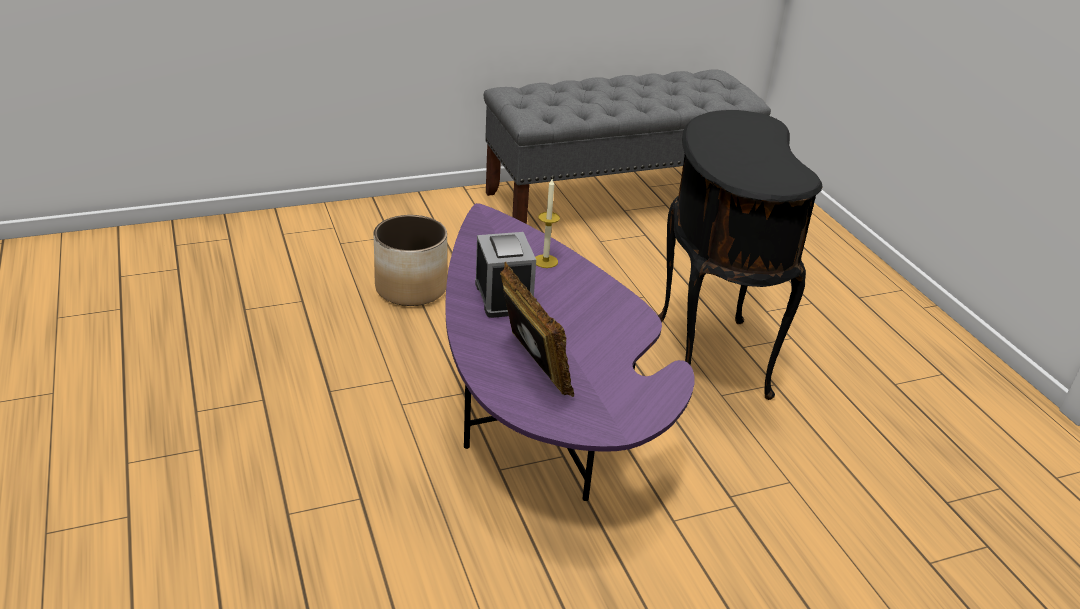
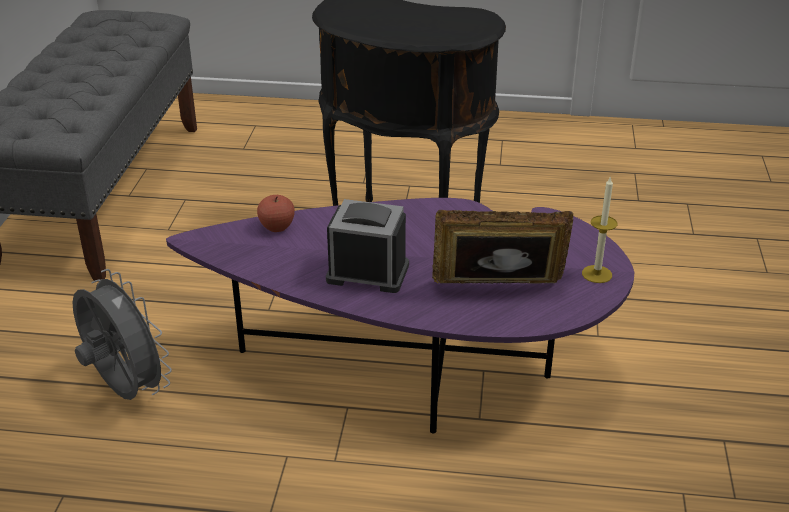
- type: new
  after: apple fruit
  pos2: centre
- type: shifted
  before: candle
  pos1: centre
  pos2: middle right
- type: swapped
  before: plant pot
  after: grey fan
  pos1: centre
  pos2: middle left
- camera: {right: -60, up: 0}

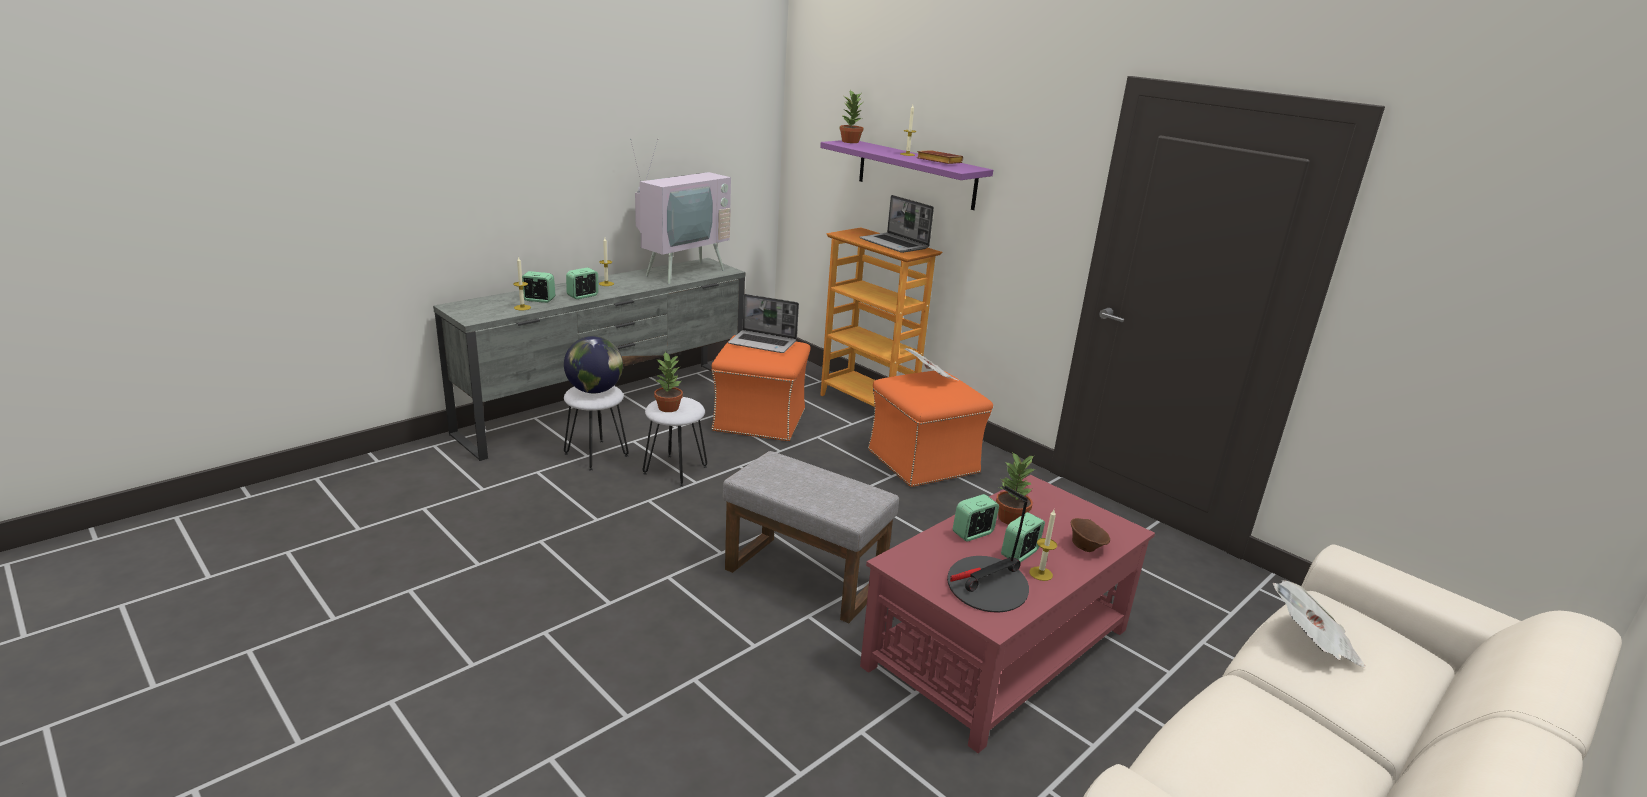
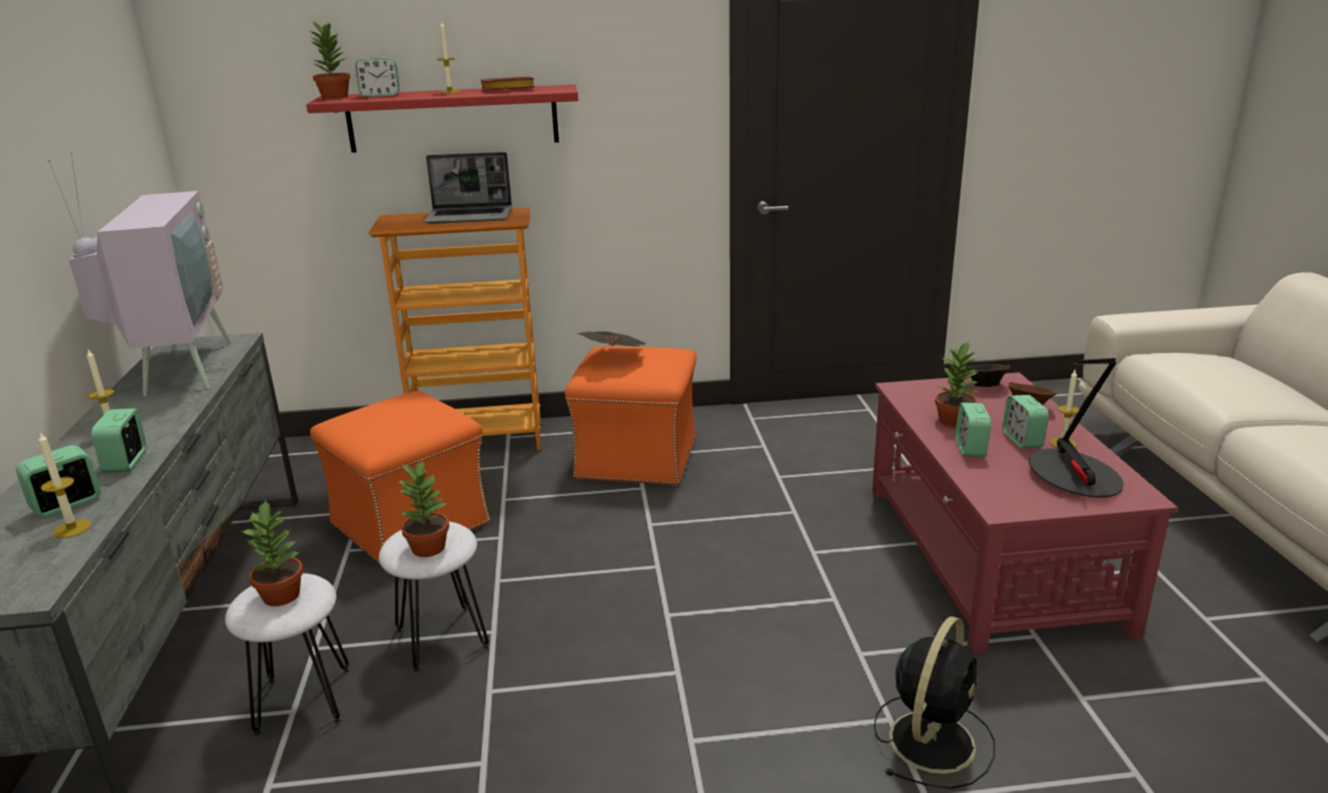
- type: gone
  before: grey footrest
  pos1: bottom centre
- type: gone
  before: notebook computer (no. 1 from left)
  pos1: centre
- type: gone
  before: printed paper (no. 2 from left)
  pos1: bottom right
- type: new
  after: alarm clock (no. 3 from left)
  pos2: top left
- type: new
  after: black-coloured fan
  pos2: bottom right
- type: new
  after: brown deep dish (no. 1 from left)
  pos2: middle right
- type: swapped
  before: globe
  after: potted plant (no. 1 from left)
  pos1: centre
  pos2: bottom left
- type: repainted
  before: purple-coloured shelf
  after: red shelf
  pos1: top centre
  pos2: top left
- camera: {right: -50, up: 0}

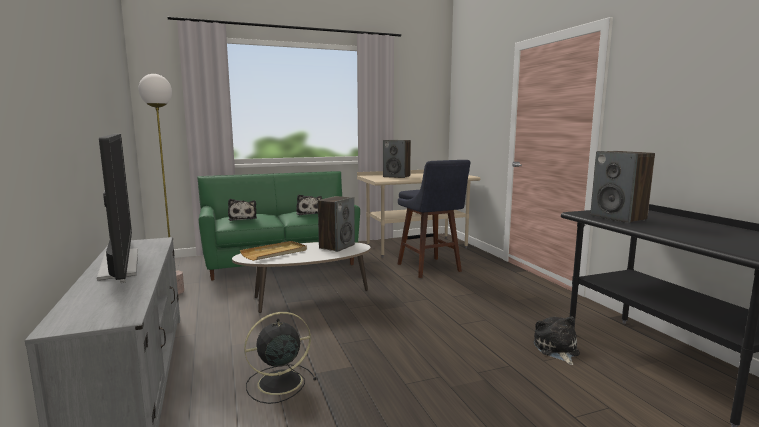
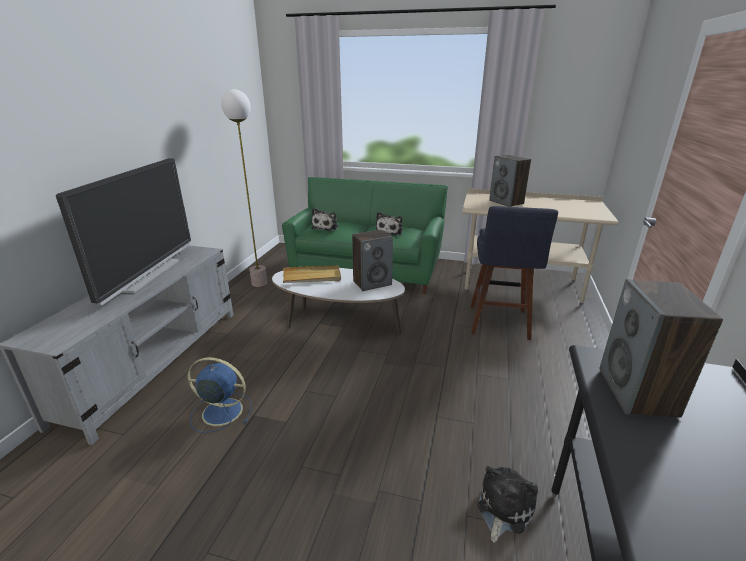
- type: repainted
  before: black-coloured fan
  after: blue fan
  pos1: bottom centre
  pos2: bottom left
- camera: {right: 35, up: 15}

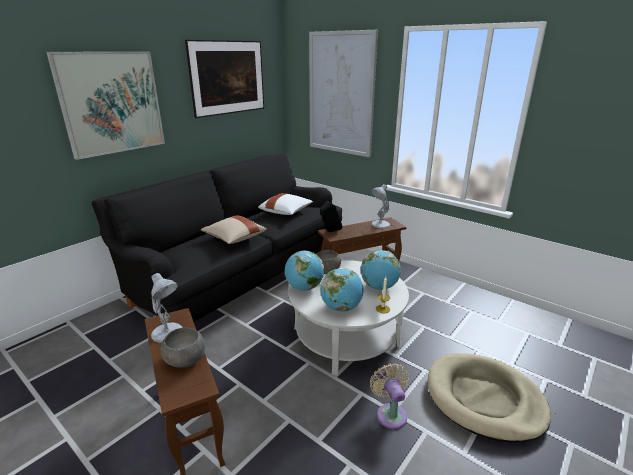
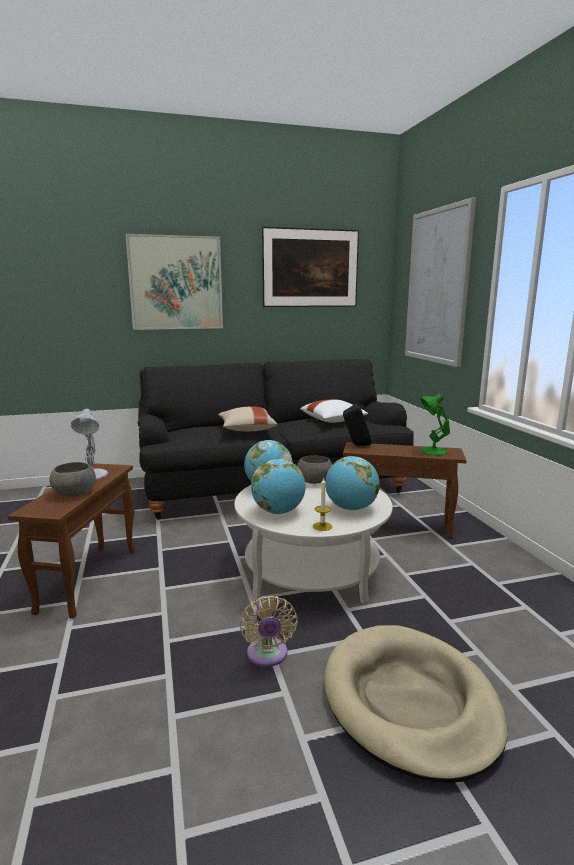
- type: repainted
  before: white table lamp (no. 2 from left)
  after: green table lamp
  pos1: centre
  pos2: middle right
- type: rotated
  before: sand-coloured fan
  pos1: bottom centre
  pos2: bottom centre
  turn: 150
- camera: {right: 35, up: -10}

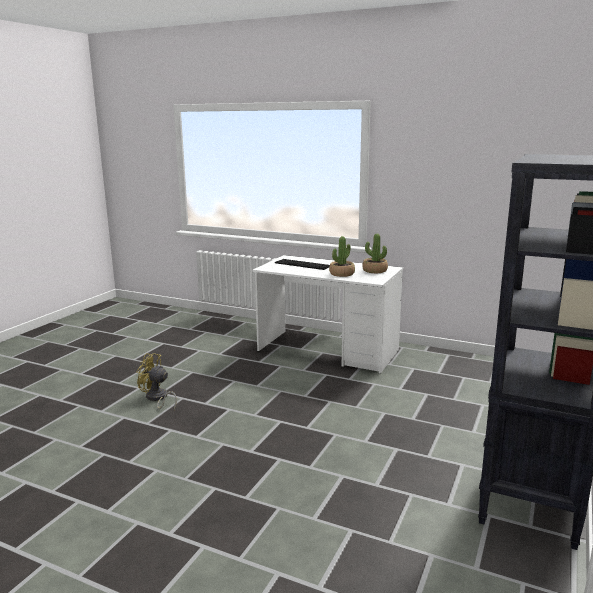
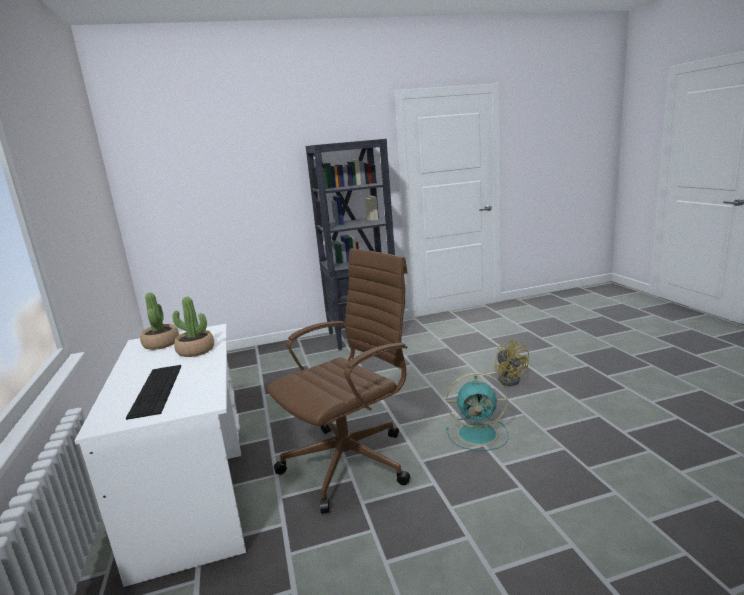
- type: new
  after: brown office chair
  pos2: centre
- type: new
  after: blue-green fan
  pos2: bottom centre
- type: shifted
  before: yellow-coloured fan
  pos1: middle left
  pos2: middle right
- camera: {right: -130, up: 0}

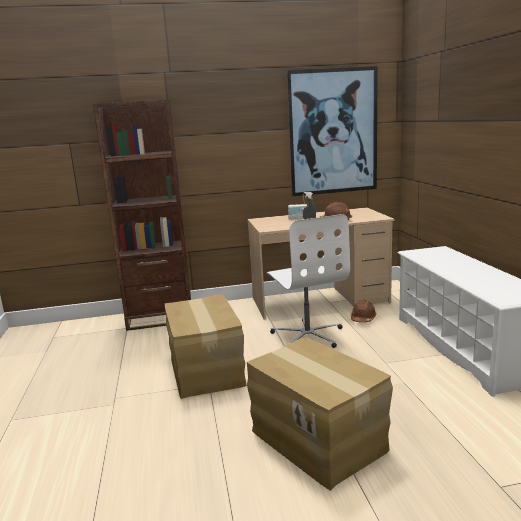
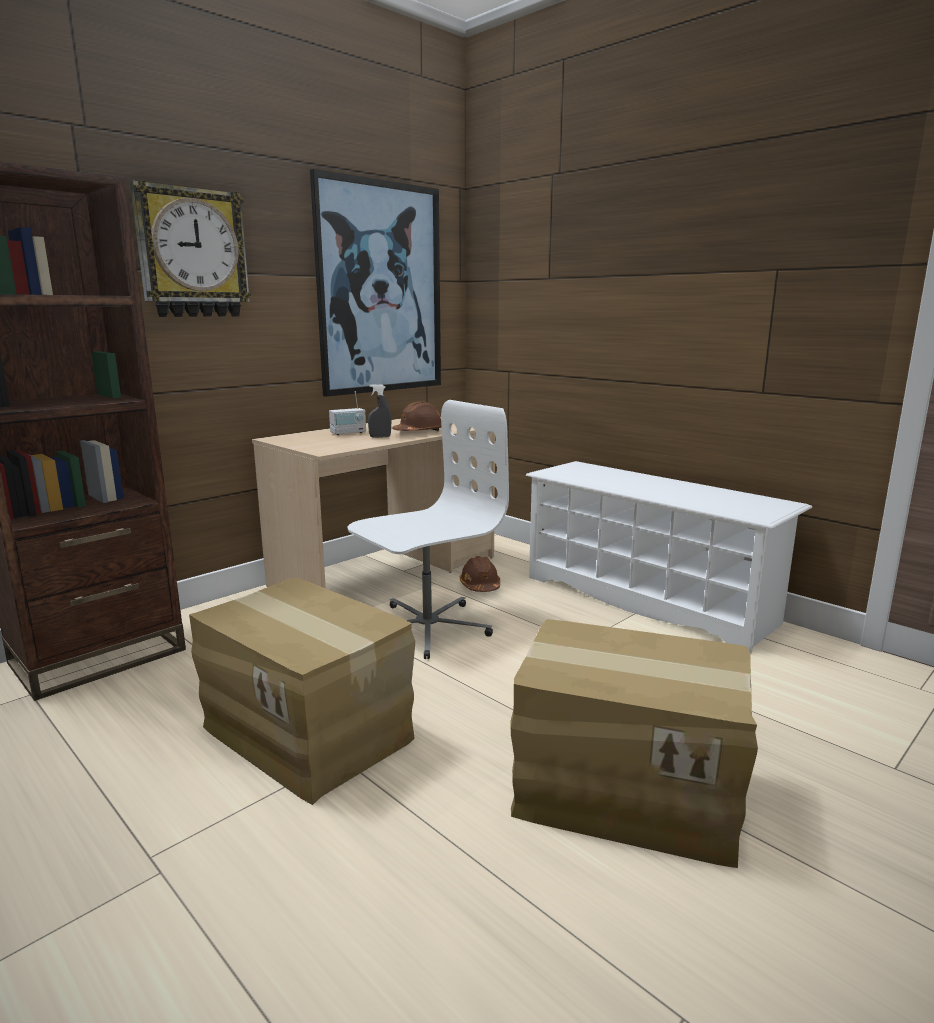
- type: new
  after: clock on the wall
  pos2: top left
- type: rotated
  before: white office chair
  pos1: centre
  pos2: centre
  turn: -75
- camera: {right: -35, up: 0}

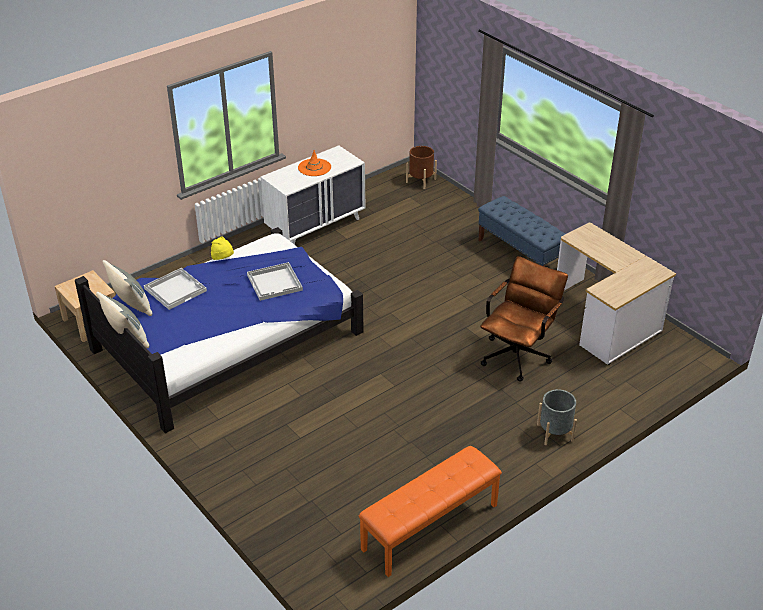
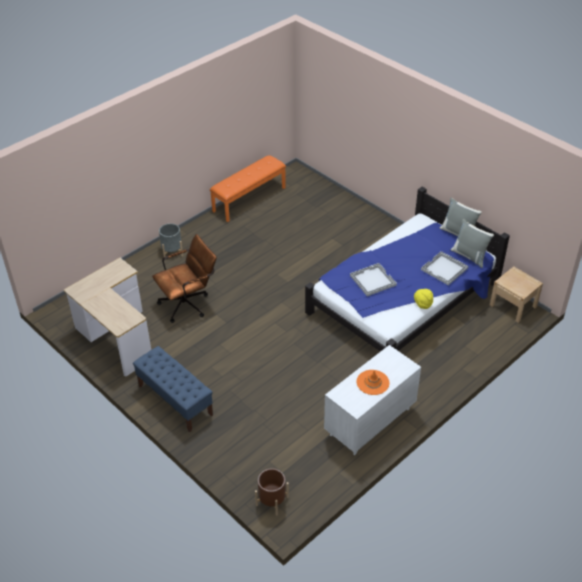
- type: rotated
  before: brown office chair
  pos1: middle right
  pos2: middle left
  turn: -150
- camera: {right: 175, up: 5}

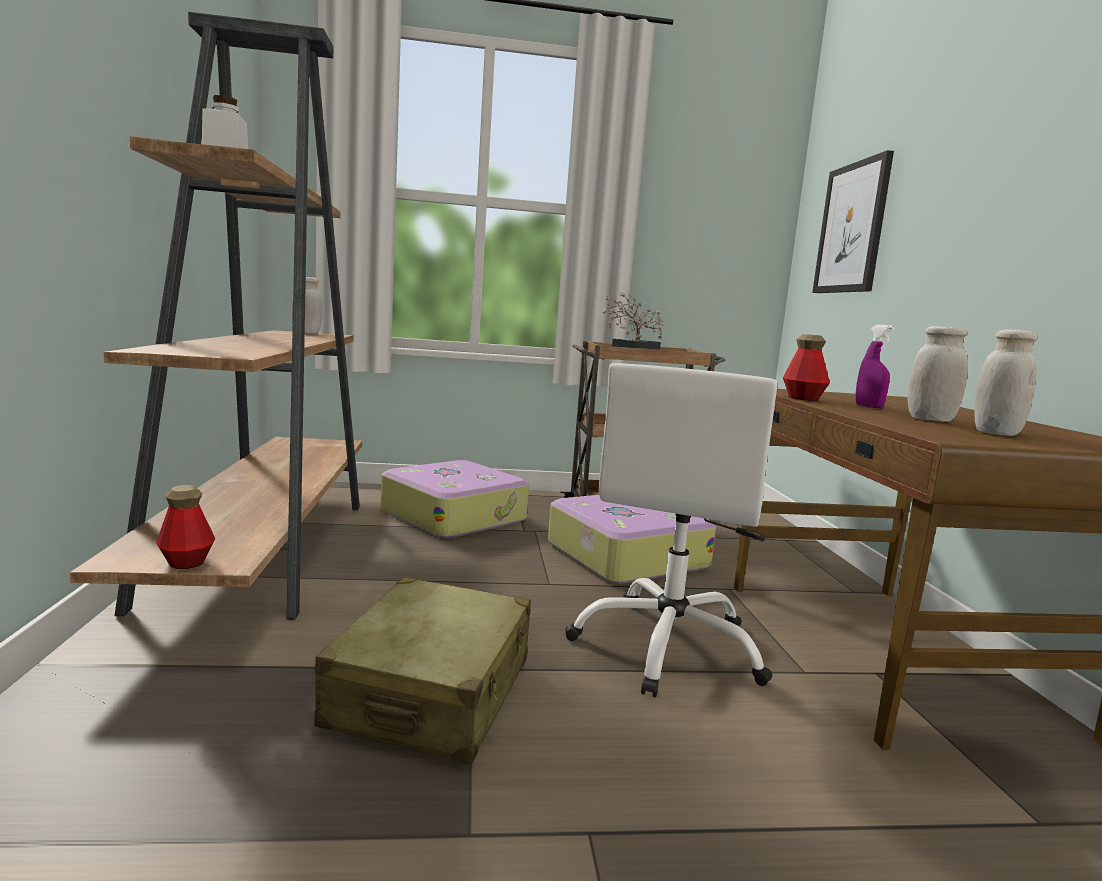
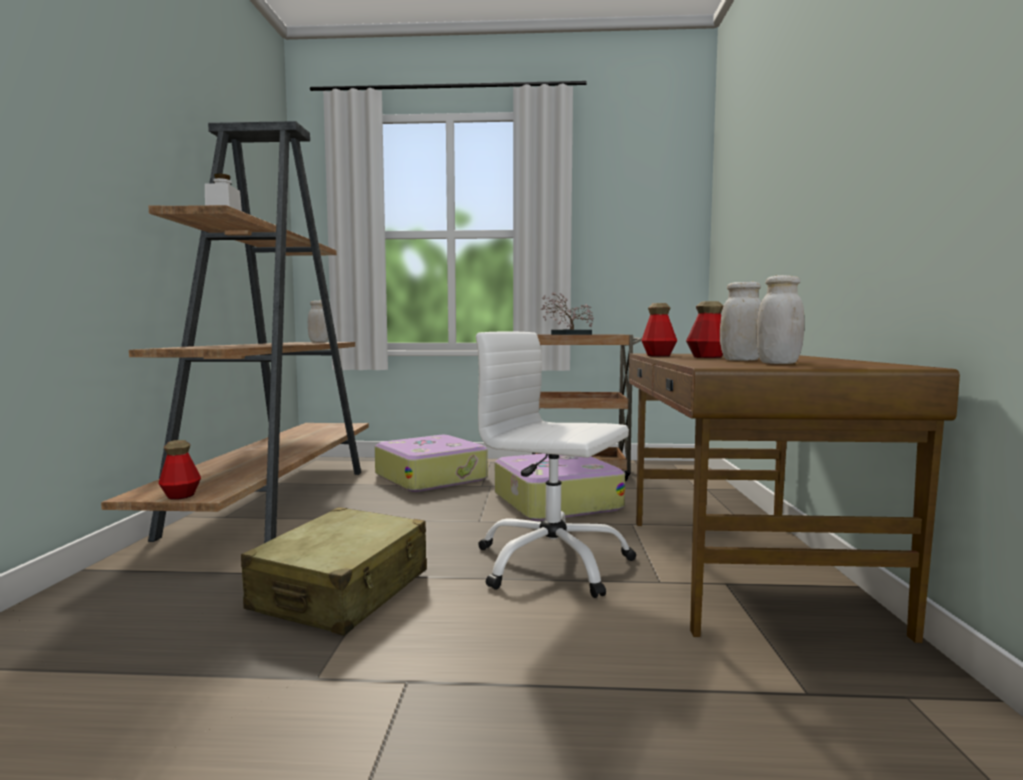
- type: gone
  before: picture
  pos1: top right
- type: swapped
  before: purple-coloured hand sprayer
  after: drink bottle (no. 3 from left)
  pos1: middle right
  pos2: middle right
- type: rotated
  before: white office chair
  pos1: centre
  pos2: centre
  turn: 90
- camera: {right: 10, up: -5}

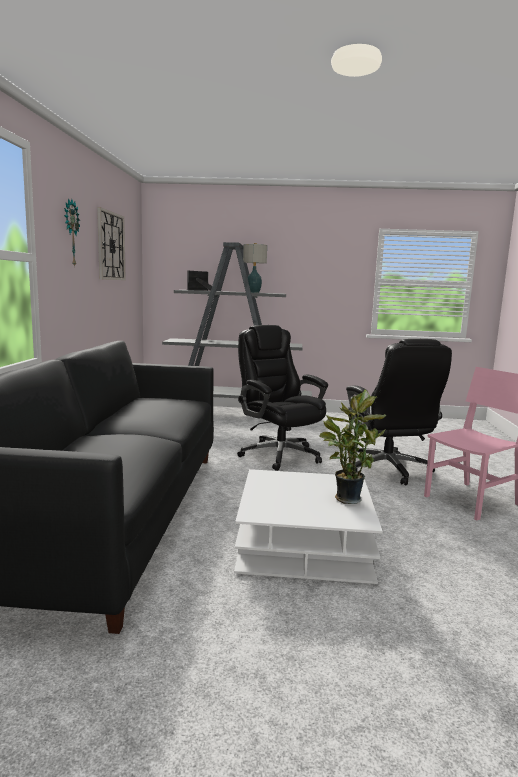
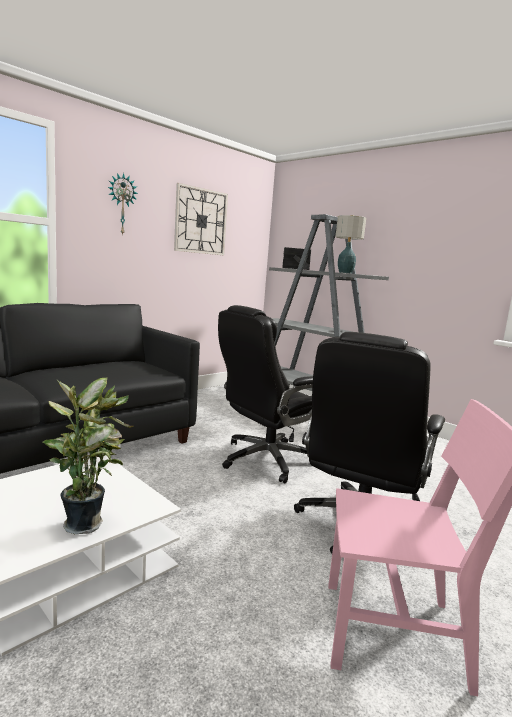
- type: rotated
  before: black-coloured office chair (no. 1 from left)
  pos1: centre
  pos2: centre
  turn: -135
- camera: {right: 40, up: 0}

